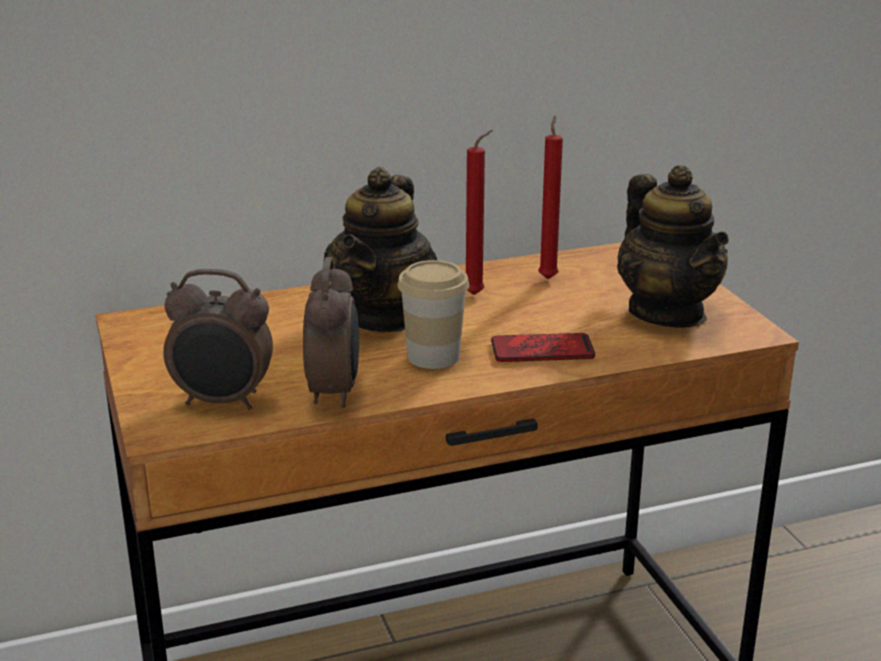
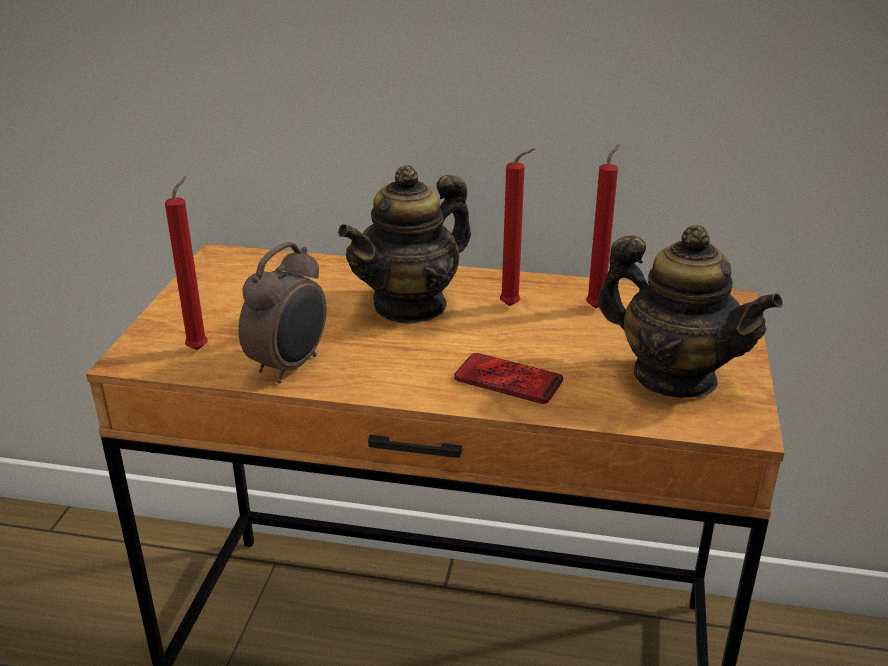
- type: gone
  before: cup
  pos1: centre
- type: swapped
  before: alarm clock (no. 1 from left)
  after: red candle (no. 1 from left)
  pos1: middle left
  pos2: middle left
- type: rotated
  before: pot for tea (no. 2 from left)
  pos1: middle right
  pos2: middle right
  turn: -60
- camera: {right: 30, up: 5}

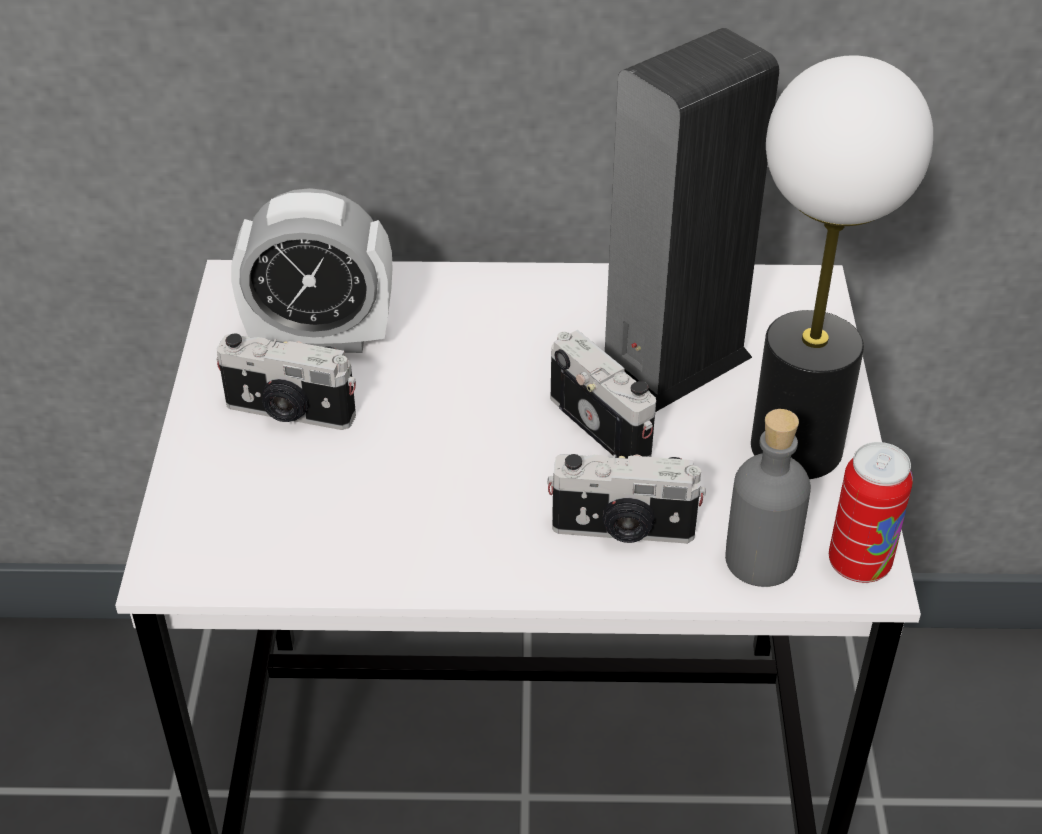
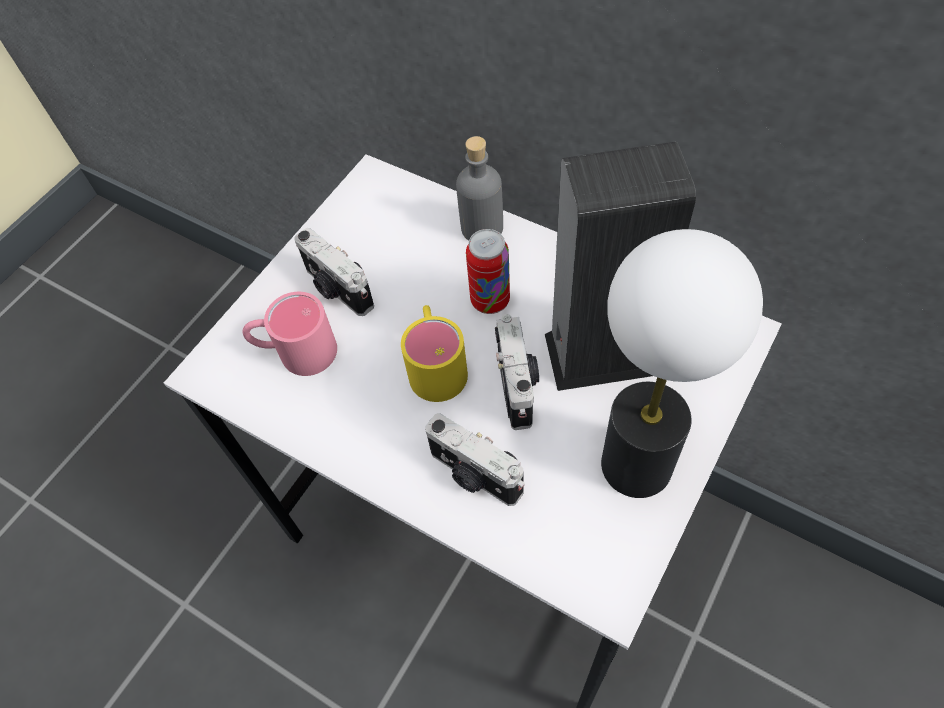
- type: gone
  before: alarm clock
  pos1: top left
- type: new
  after: pinkish mug
  pos2: middle left
- type: new
  after: yellow-coloured mug
  pos2: centre
- type: shifted
  before: grey drink bottle
  pos1: middle right
  pos2: top centre
- type: shifted
  before: sealed can
  pos1: middle right
  pos2: centre
- camera: {right: 35, up: 15}

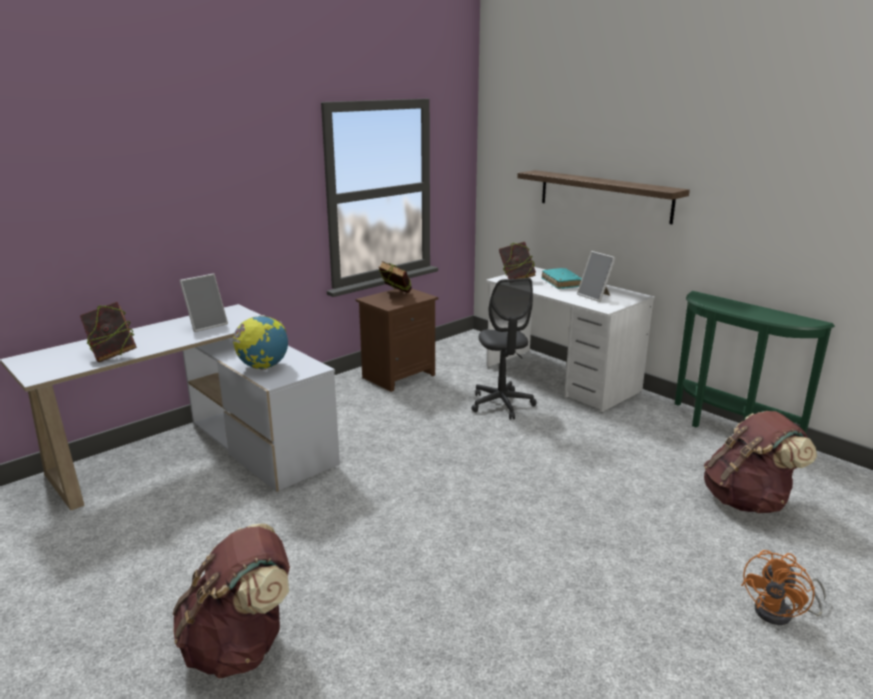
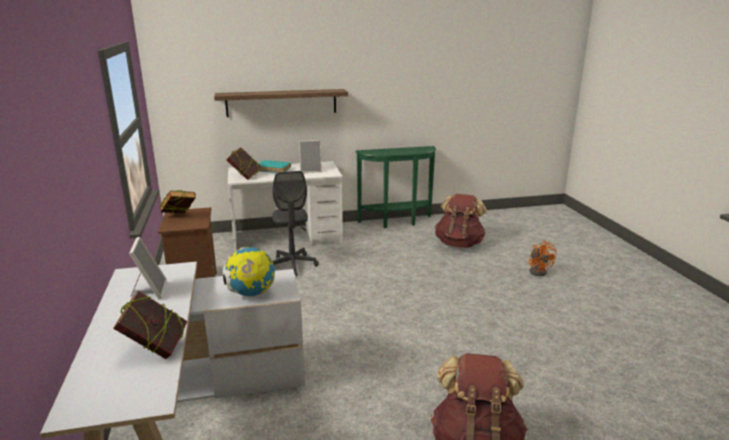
- type: rotated
  before: grey office chair
  pos1: centre
  pos2: centre
  turn: 60
- camera: {right: -60, up: 0}

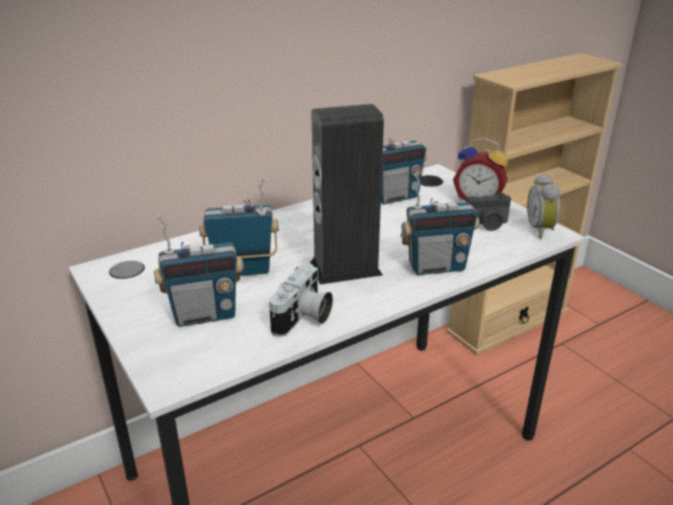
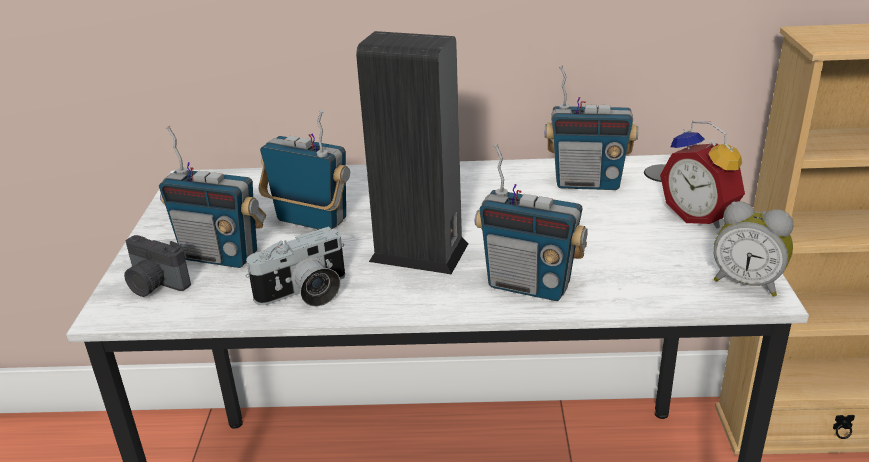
- type: shifted
  before: photo camera (no. 2 from left in the first image)
  after: photo camera (no. 1 from left)
  pos1: middle right
  pos2: middle left
- type: rotated
  before: alarm clock (no. 2 from left)
  pos1: middle right
  pos2: middle right
  turn: -90
- camera: {right: 35, up: 0}

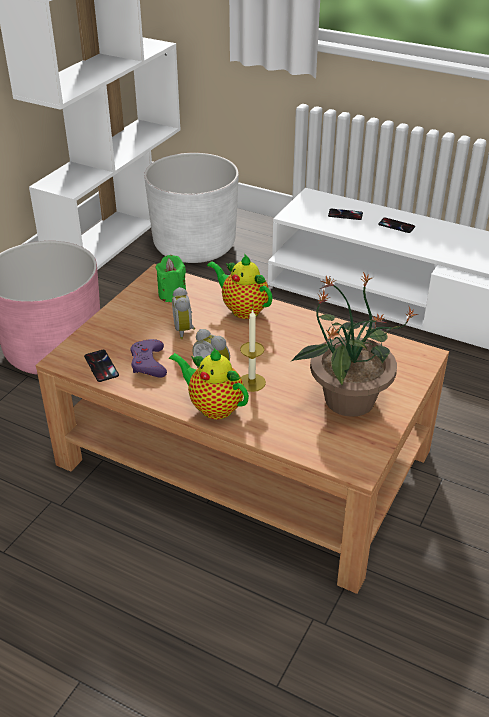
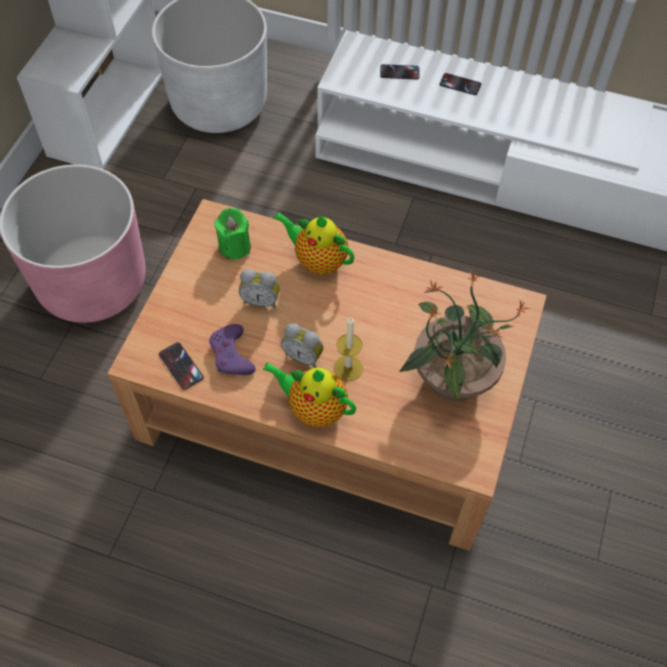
- type: rotated
  before: alarm clock (no. 1 from left)
  pos1: centre
  pos2: centre
  turn: -60
- camera: {right: -10, up: 20}

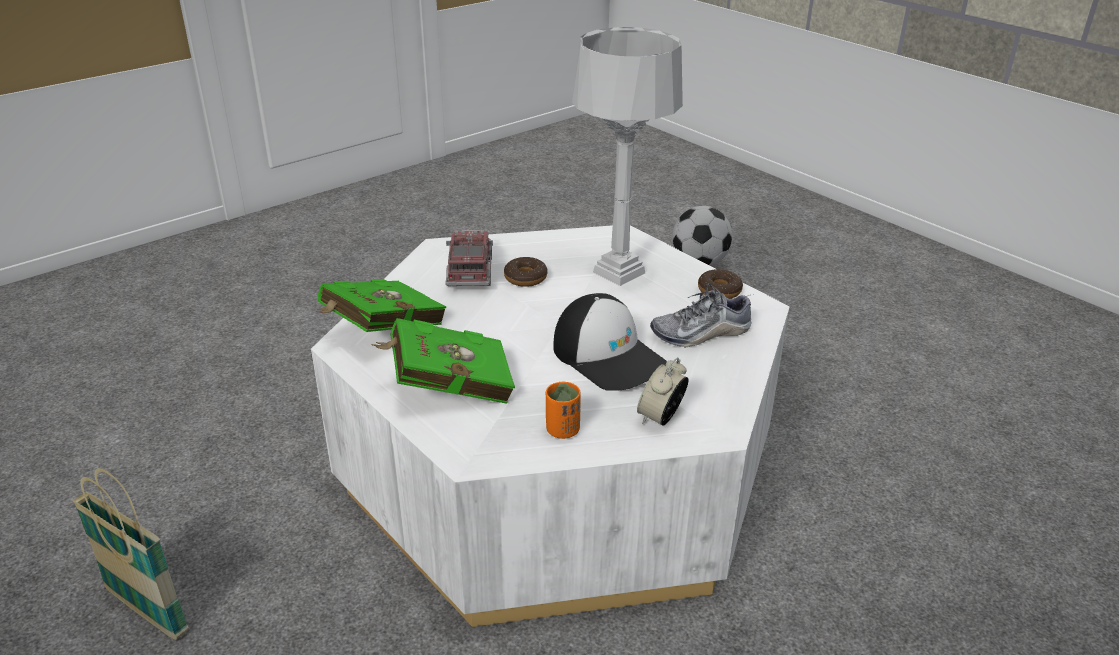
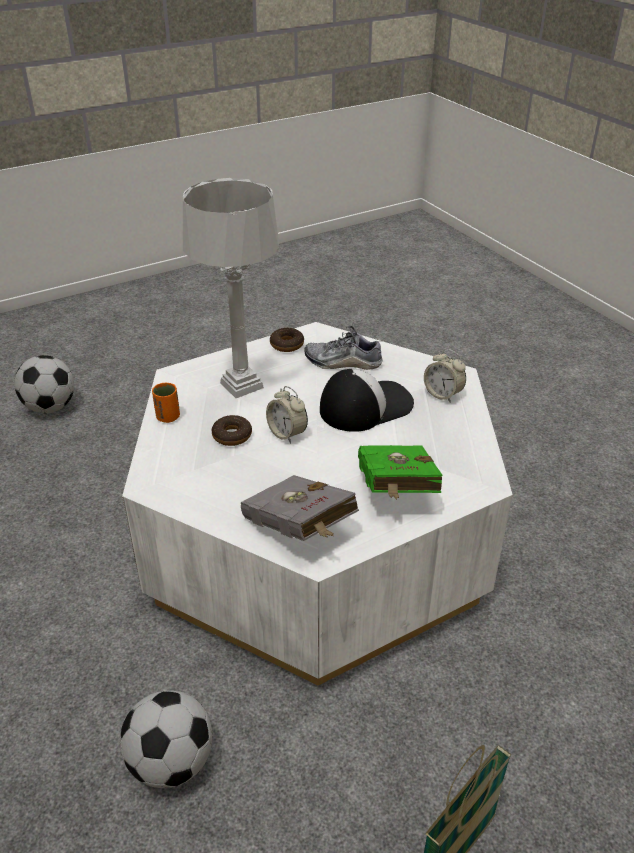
- type: gone
  before: toy truck
  pos1: centre
- type: new
  after: football (no. 2 from left)
  pos2: bottom left
- type: new
  after: alarm clock (no. 1 from left)
  pos2: centre
- type: shifted
  before: orange cup
  pos1: centre
  pos2: middle left
- type: repainted
  before: green book (no. 1 from left)
  after: grey book
  pos1: centre
  pos2: centre
- type: rotated
  before: low shoe
  pos1: centre
  pos2: centre
  turn: 105
- camera: {right: -80, up: 5}

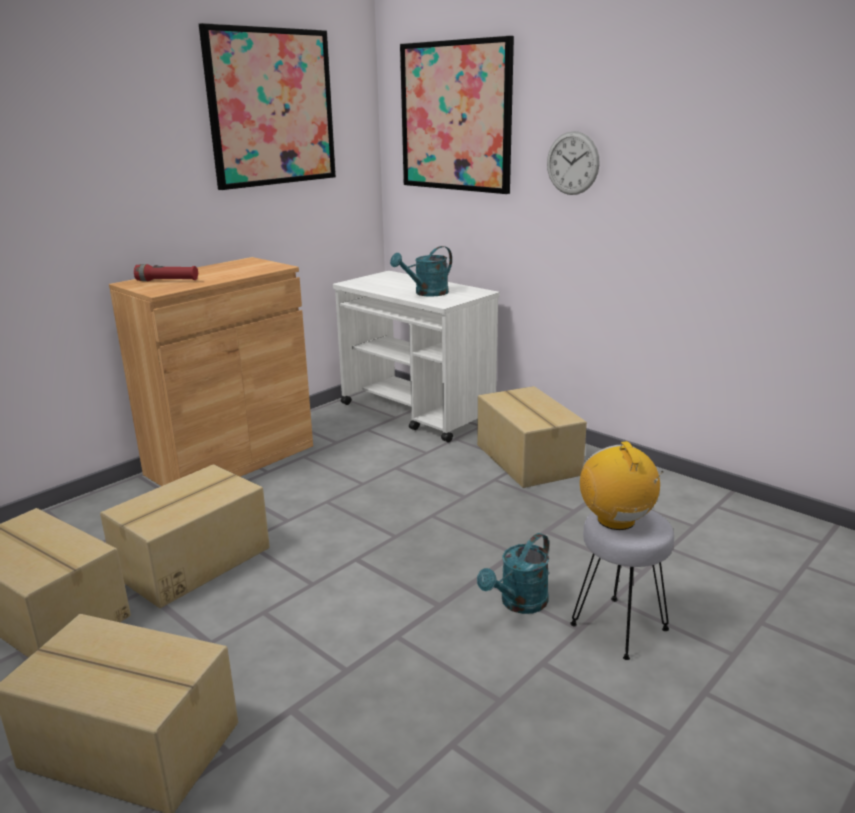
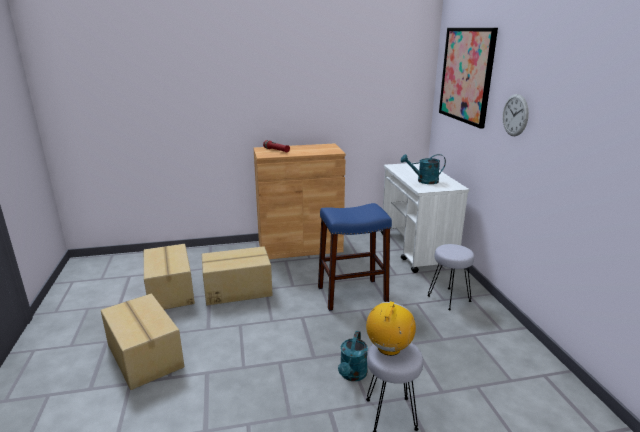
- type: gone
  before: picture (no. 1 from left)
  pos1: top left
- type: new
  after: blue stool
  pos2: centre
- type: swapped
  before: cardboard box (no. 4 from left)
  after: grey stool (no. 2 from left)
  pos1: centre
  pos2: middle right
- type: rotated
  before: blue-green watering pot (no. 2 from left in the first image)
  pos1: bottom centre
  pos2: bottom centre
  turn: -60
- camera: {right: 35, up: 0}

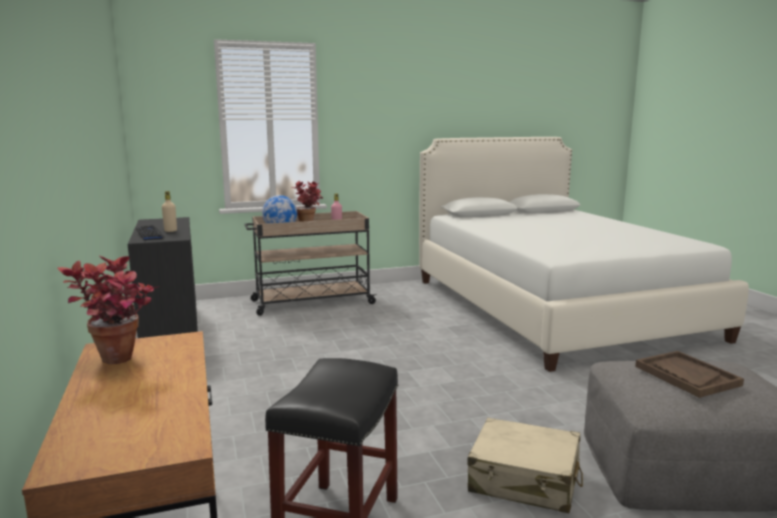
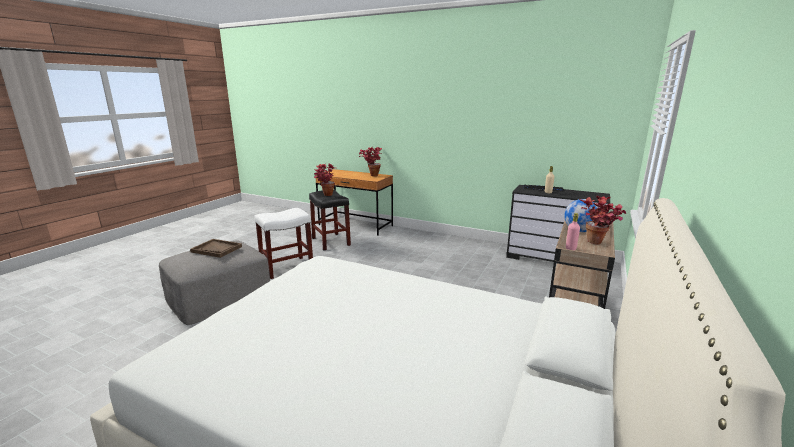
- type: new
  after: potted plant (no. 1 from left)
  pos2: centre
- type: swapped
  before: sand-coloured piece of luggage
  after: white stool
  pos1: bottom right
  pos2: centre
- camera: {right: 135, up: 5}

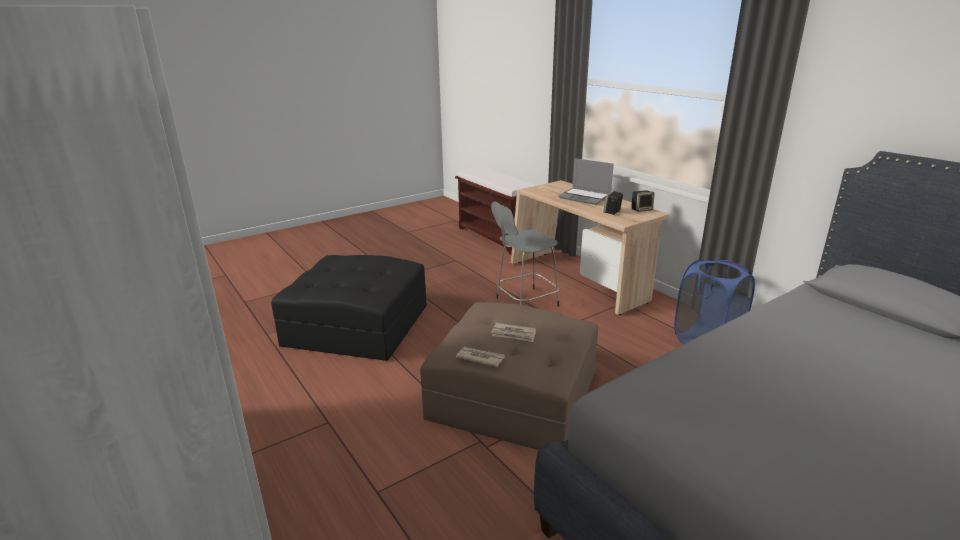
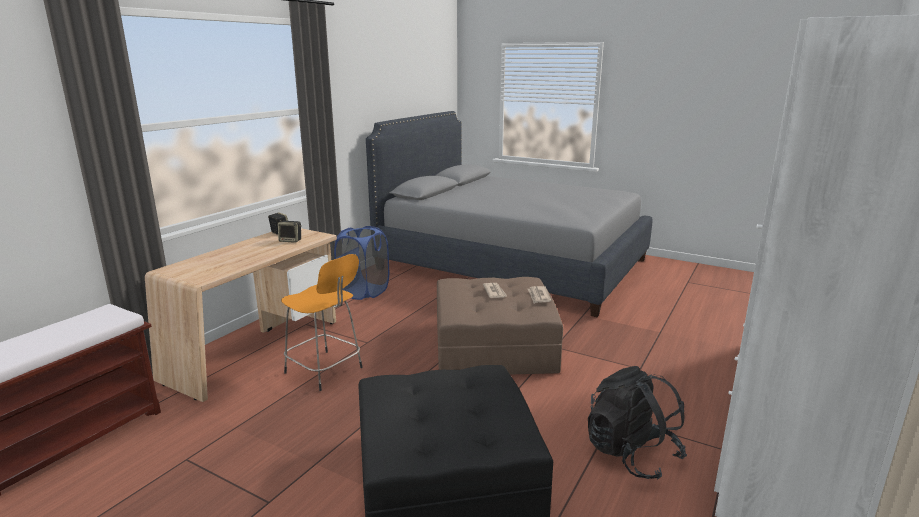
- type: gone
  before: notebook computer
  pos1: centre
- type: new
  after: black-coloured knapsack
  pos2: bottom right
- type: repainted
  before: grey stool
  after: orange stool
  pos1: centre
  pos2: centre
- camera: {right: -115, up: -5}

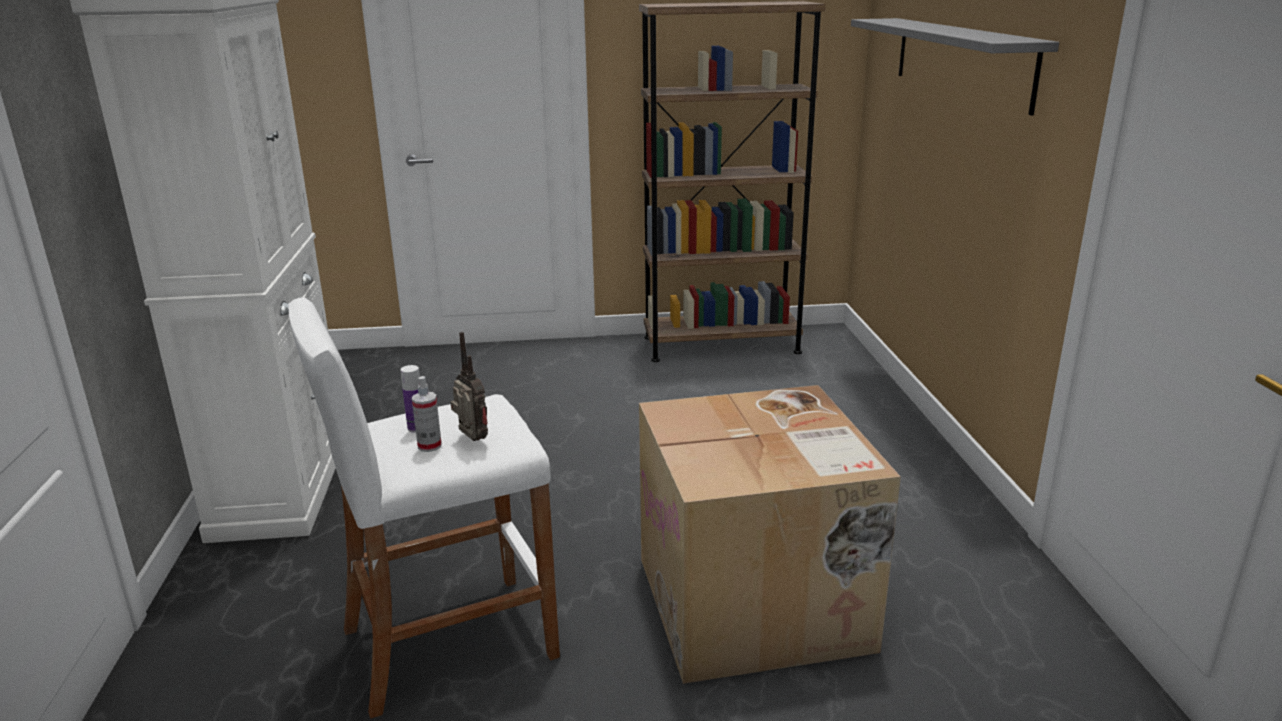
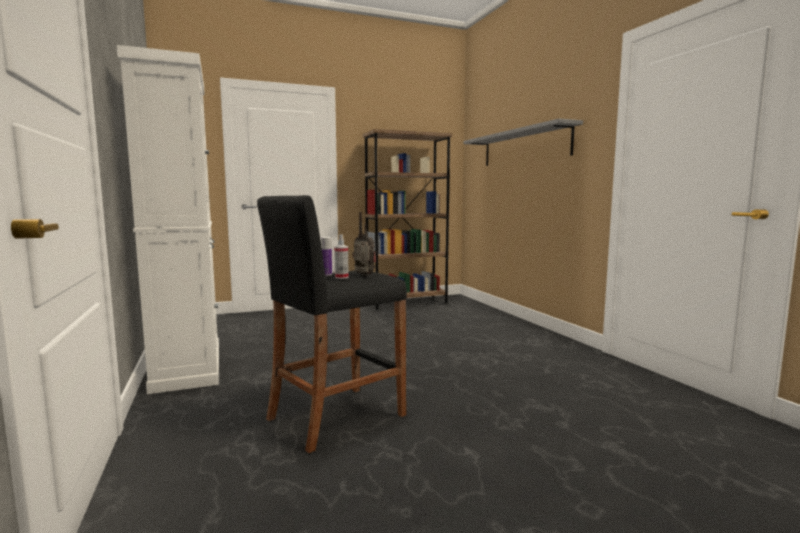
- type: gone
  before: cardboard box
  pos1: bottom centre
- type: repainted
  before: white stool
  after: black-coloured stool
  pos1: bottom left
  pos2: centre
- camera: {right: -15, up: -15}

